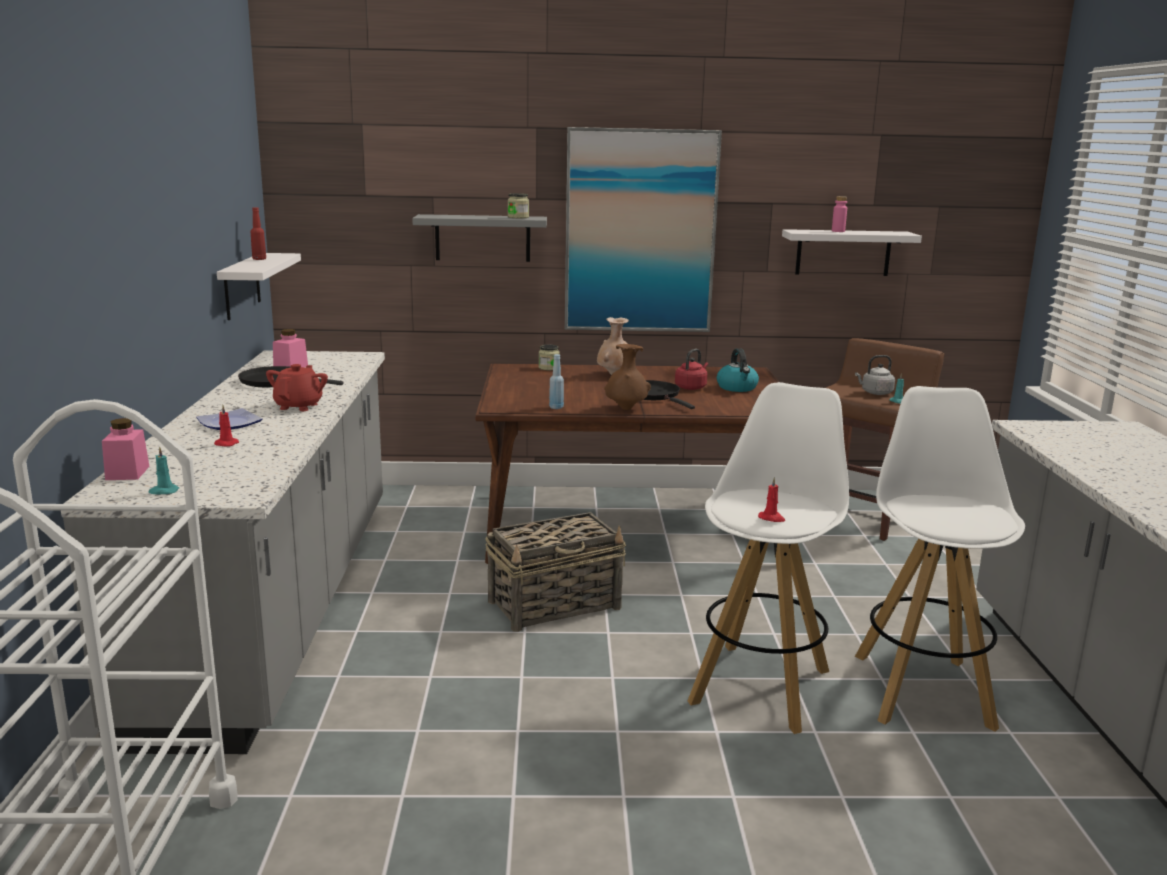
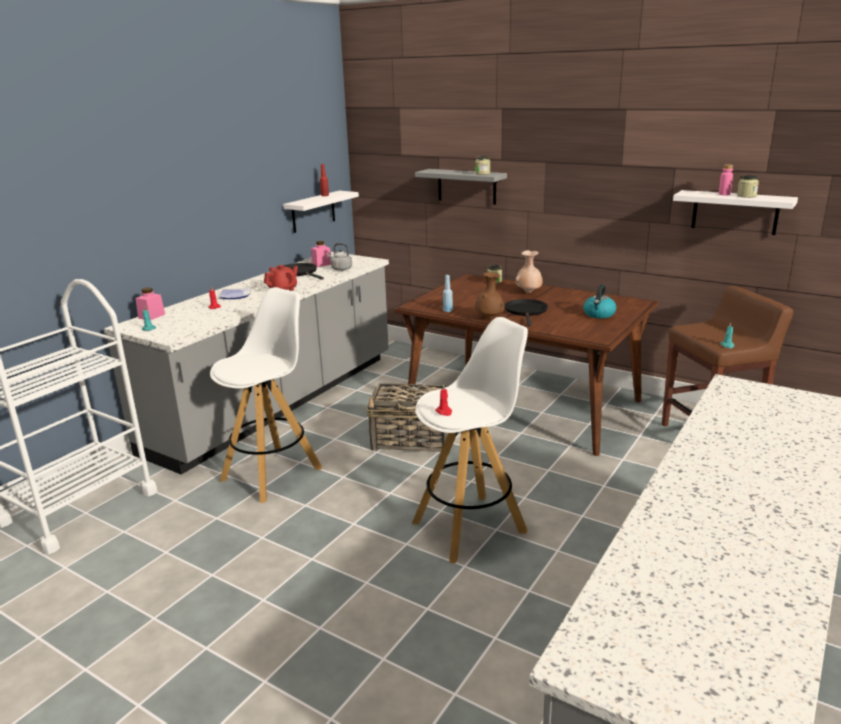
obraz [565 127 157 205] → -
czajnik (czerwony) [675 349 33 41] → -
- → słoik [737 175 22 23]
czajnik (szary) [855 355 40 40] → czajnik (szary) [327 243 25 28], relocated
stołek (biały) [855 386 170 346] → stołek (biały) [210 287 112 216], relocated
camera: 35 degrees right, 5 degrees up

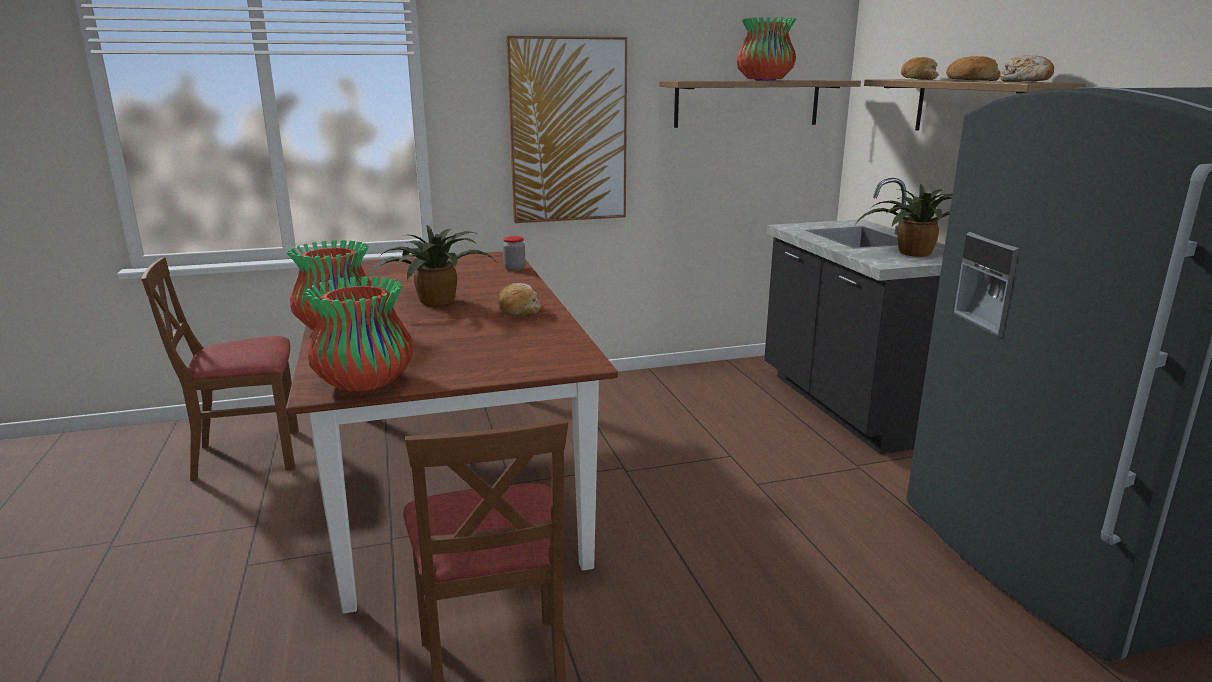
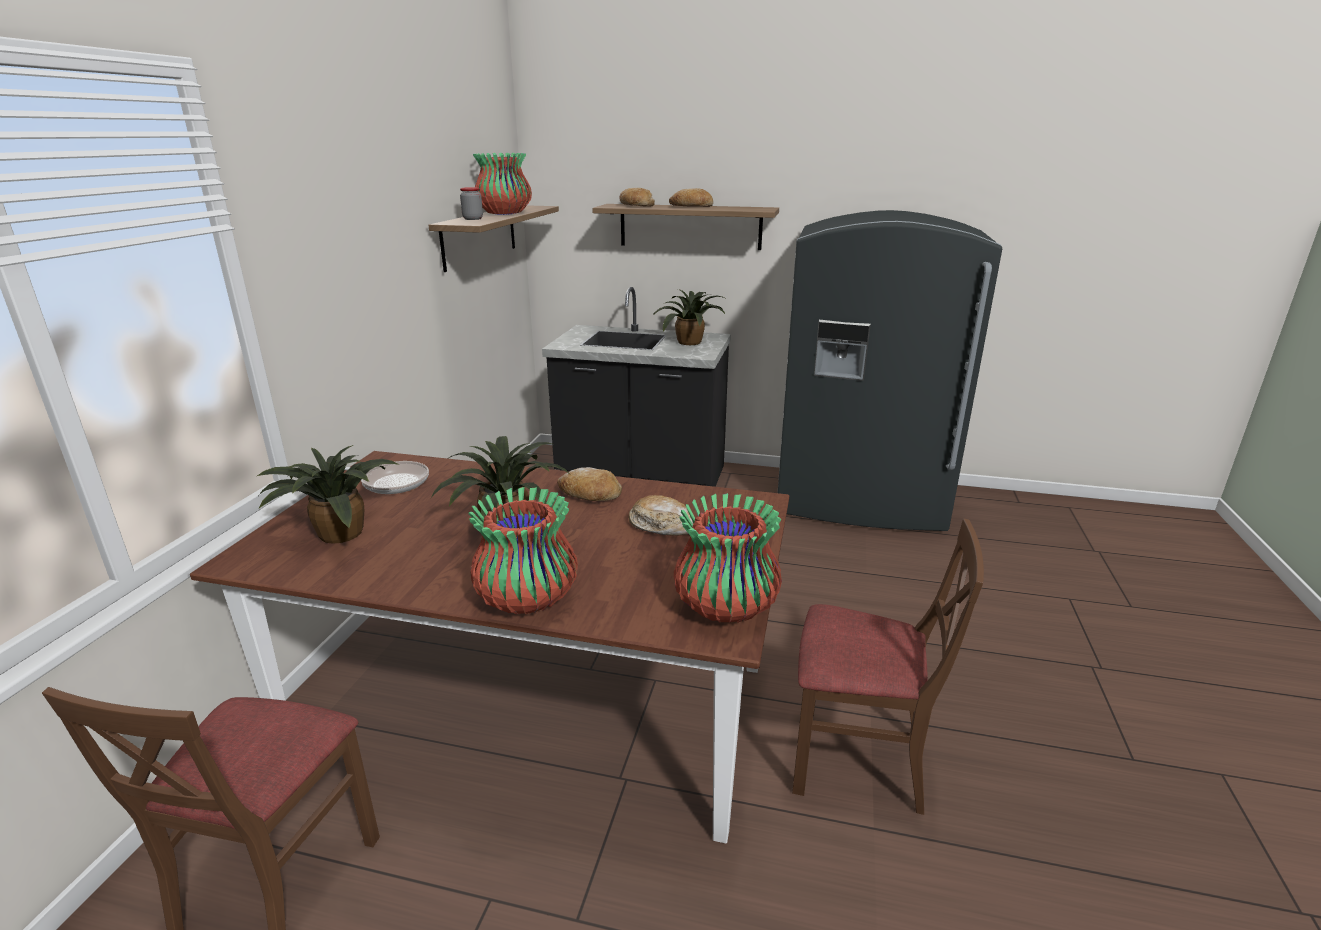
obraz [506 36 121 187] → -
- → roślina doniczkowa [257 445 143 99]
- → patelnia [345 461 84 33]
słoik [503 236 22 35] → słoik [460 187 23 33], relocated
chleb [1000 55 54 27] → chleb [629 495 65 41], relocated
camera: 60 degrees left, 5 degrees up

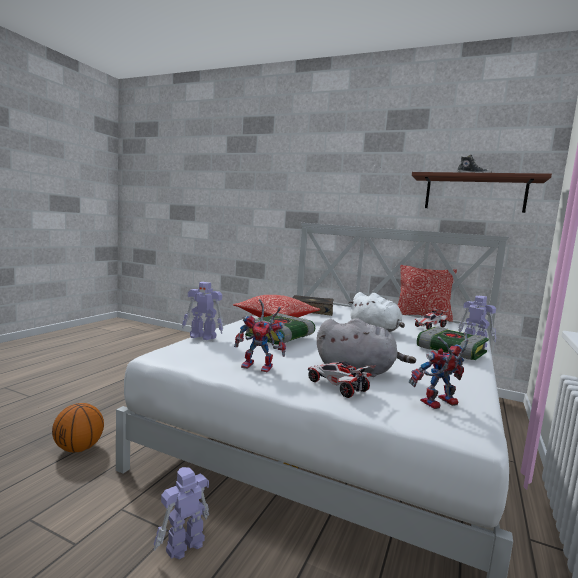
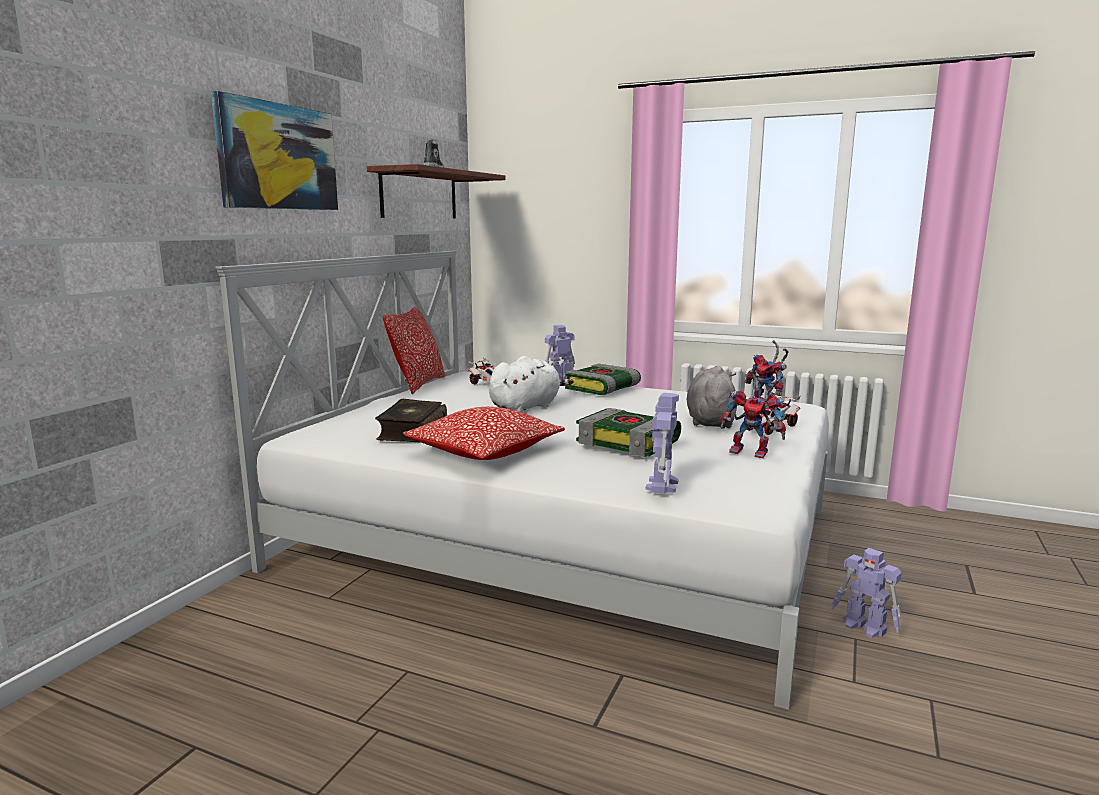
piłka do koszykówki [52 403 52 49] → -
- → obraz [211 91 127 119]
robot zabawkowy [234 299 52 73] → robot zabawkowy [720 370 66 88], 105 degrees clockwise
camera: 90 degrees left, 5 degrees up

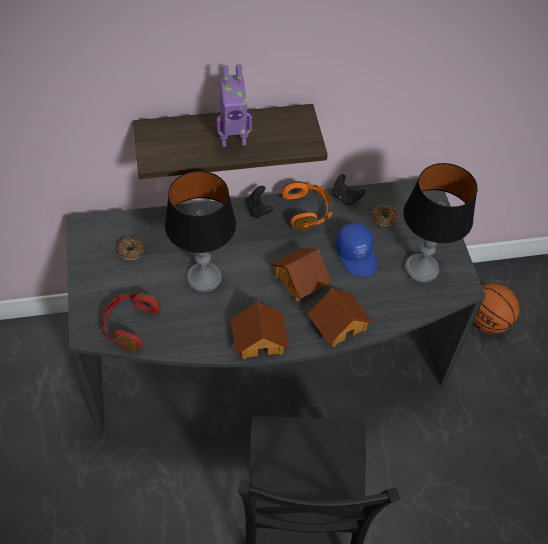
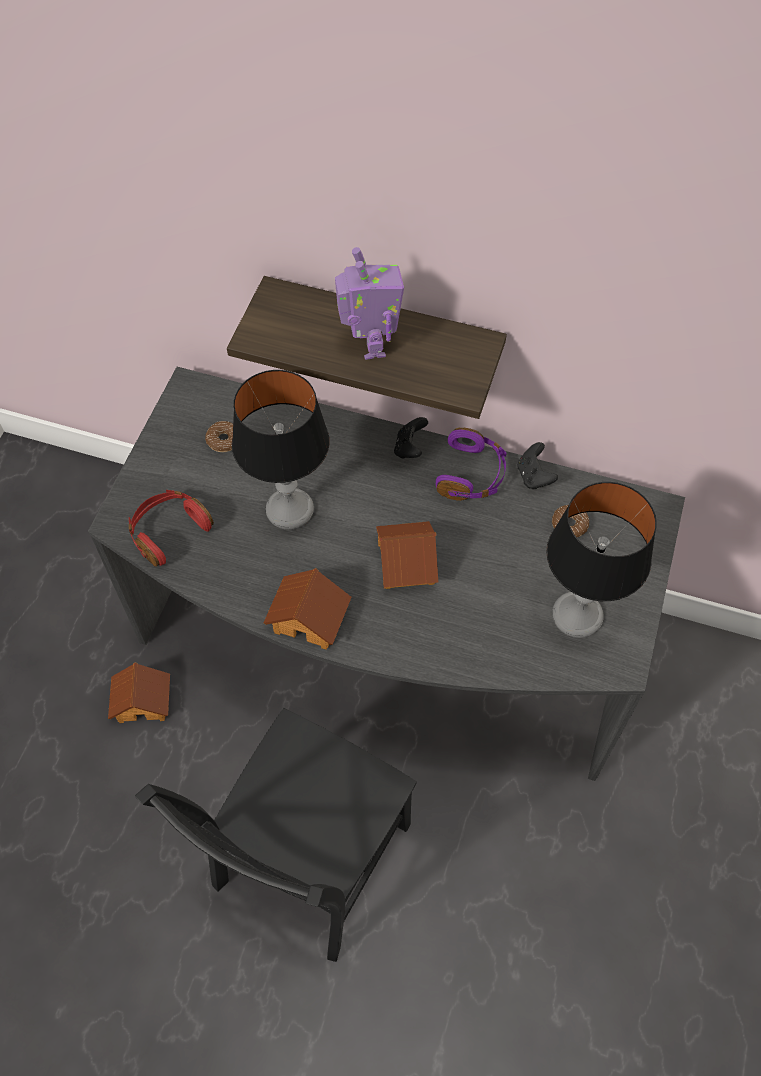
czapka z daszkiem (niebieski) [336 223 42 54] → -
piłka do koszykówki [473 284 47 50] → -
domek [308 288 65 59] → domek [108 663 62 60], relocated
słuchawki (pomarańczowy) [282 181 50 50] → słuchawki (fioletowy) [436 428 71 73]
robot zabawkowy [217 64 35 83] → robot zabawkowy [335 247 69 113], 120 degrees counterclockwise
camera: 30 degrees right, 5 degrees up

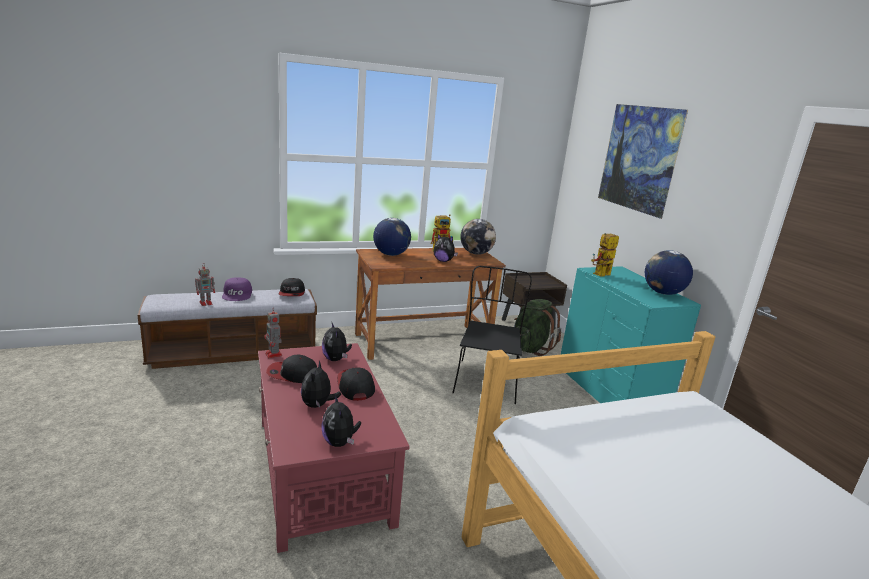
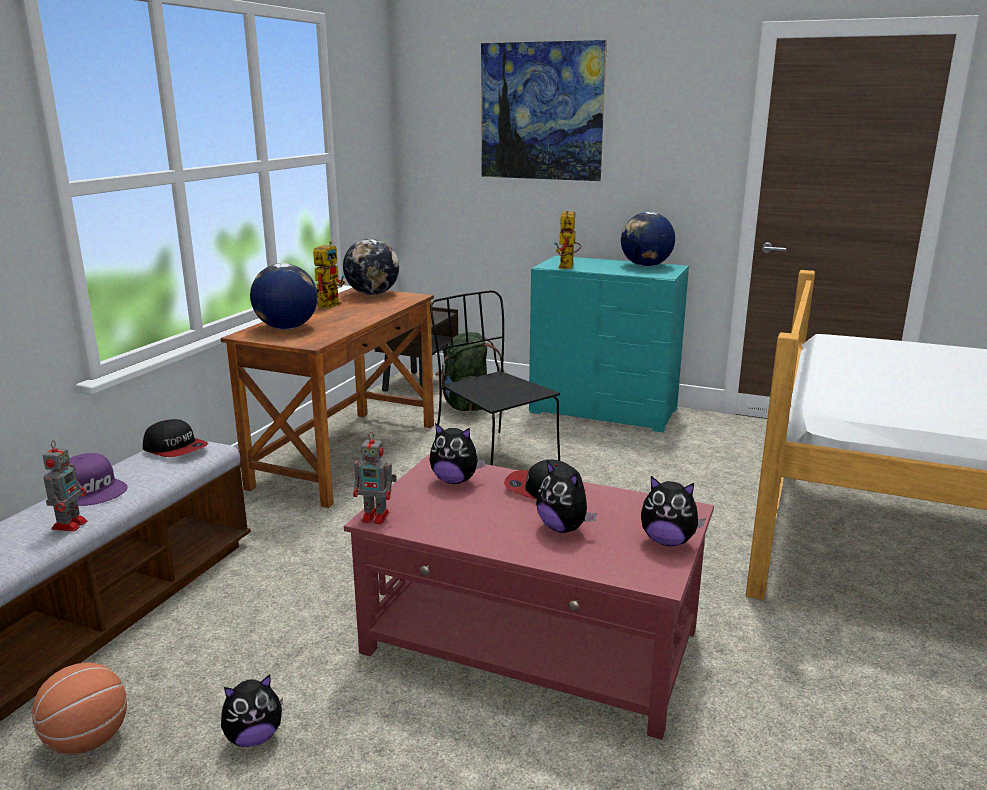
czapka z daszkiem [266 355 51 28] → -
- → piłka do koszykówki [32 663 95 92]
pluszak [433 234 25 28] → pluszak [221 675 62 72], relocated
camera: 45 degrees left, 0 degrees up

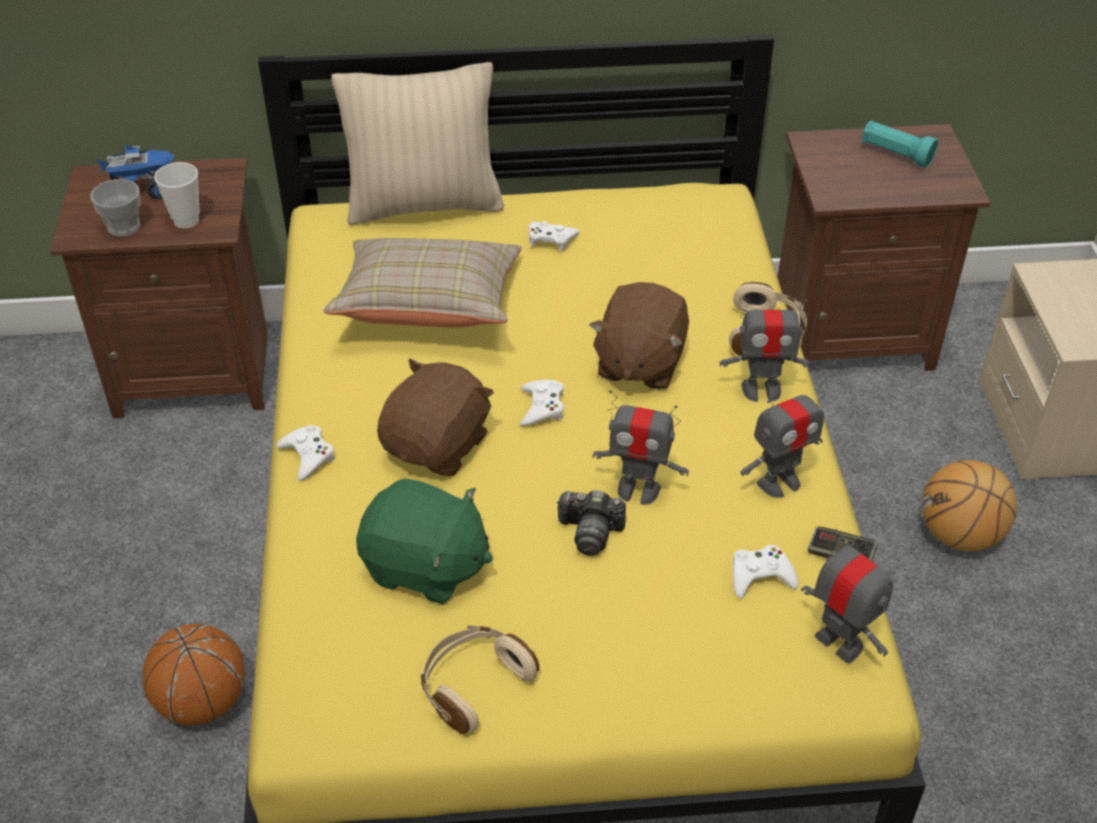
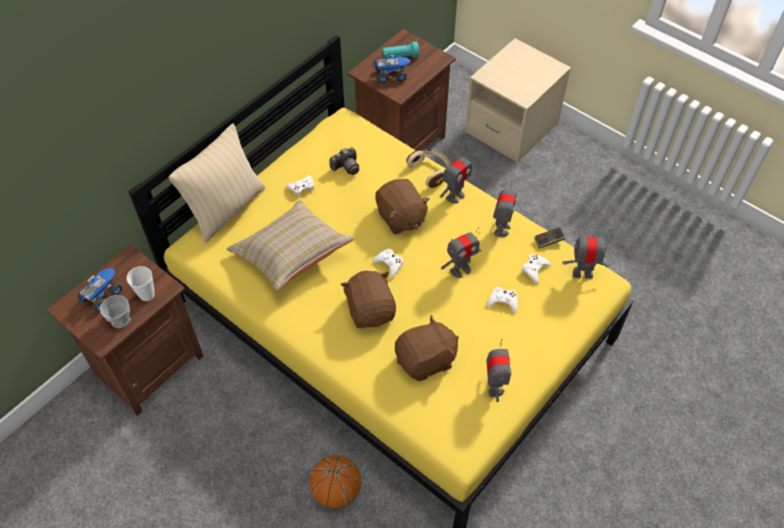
piłka do koszykówki [922 460 95 91] → -
- → ciężarówka zabawkowa [373 55 37 28]
pad do gier (biały) [277 425 58 56] → pad do gier (biały) [487 287 31 26], relocated
aparat fotograficzny [556 490 70 66] → aparat fotograficzny [329 147 30 28], relocated
słuchawki (beżowy) [420 625 119 109] → robot zabawkowy [486 339 25 63]
pluszak (zielony) [356 478 137 126] → pluszak (brązowy) [395 315 64 66]
camera: 45 degrees left, 10 degrees up

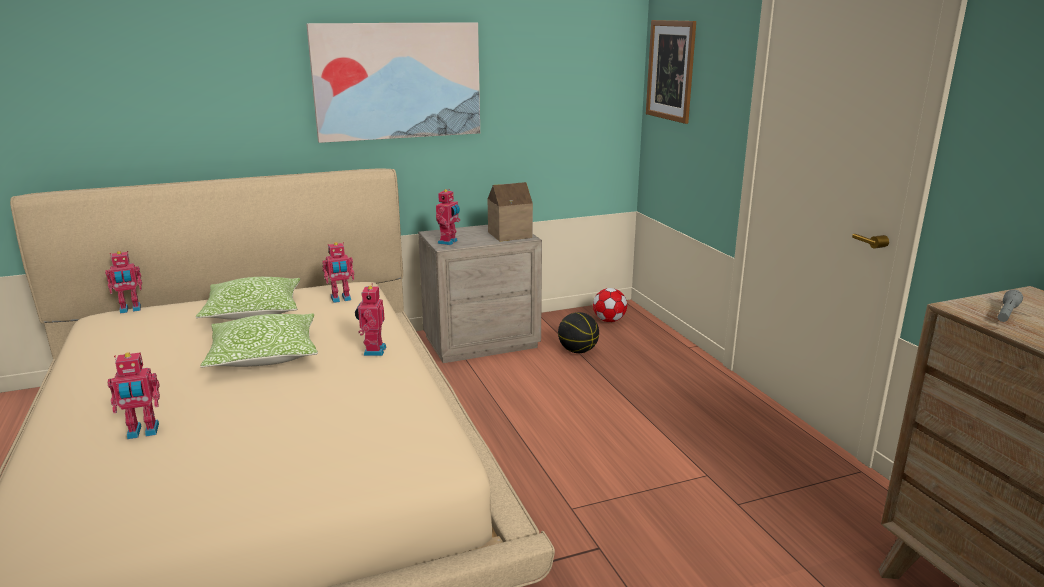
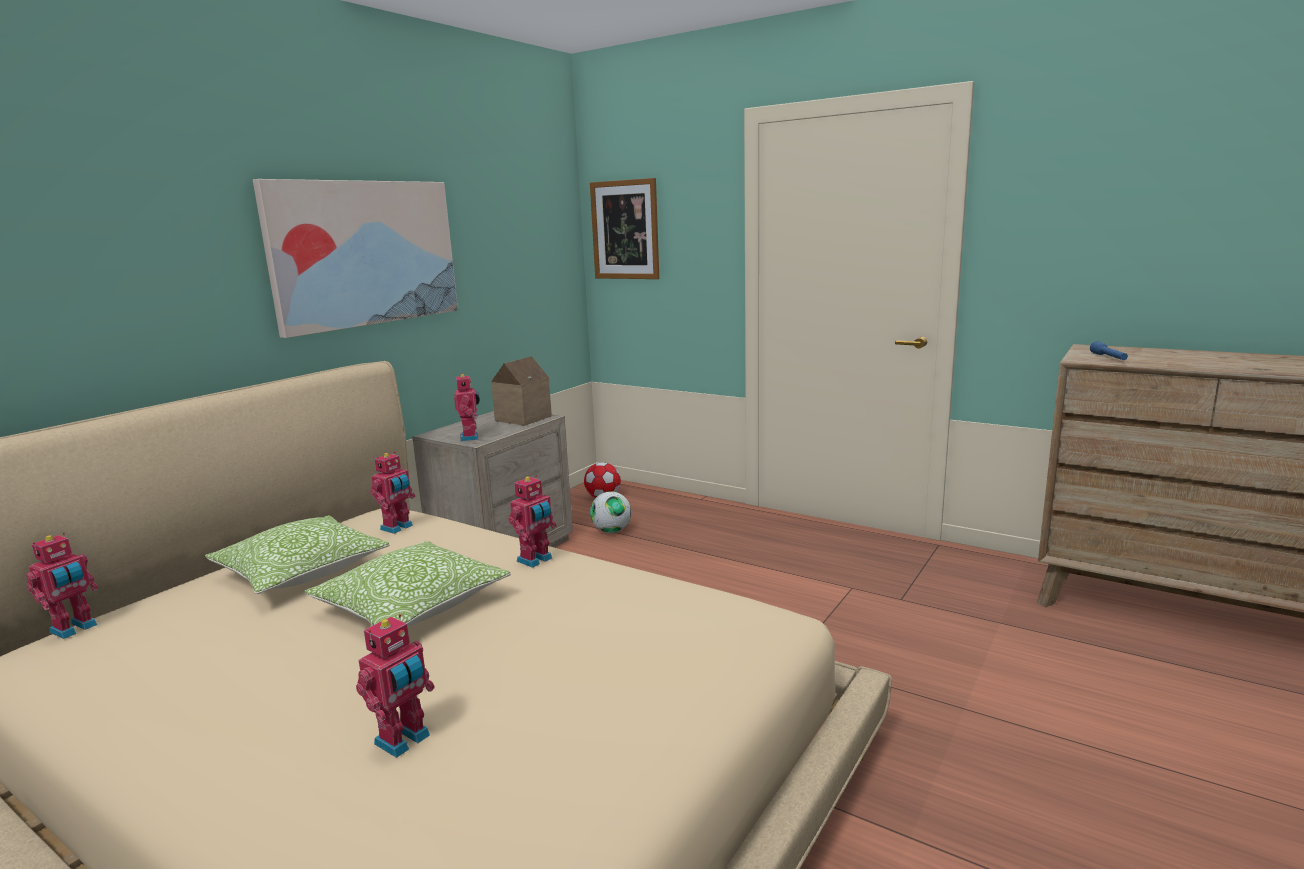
piłka do koszykówki [558 312 41 41] → piłka futbolowa [590 491 41 42]
latarka (szary) [998 289 25 33] → latarka (niebieski) [1090 341 38 19]
robot zabawkowy [355 284 31 72] → robot zabawkowy [509 475 47 93], 105 degrees counterclockwise
camera: 35 degrees left, 5 degrees down

